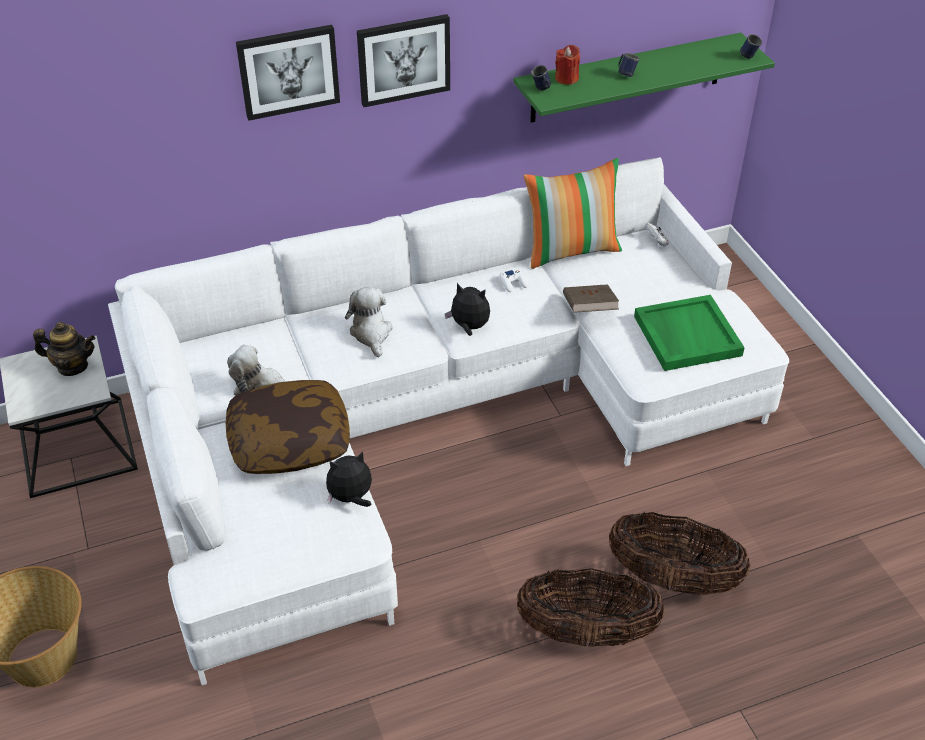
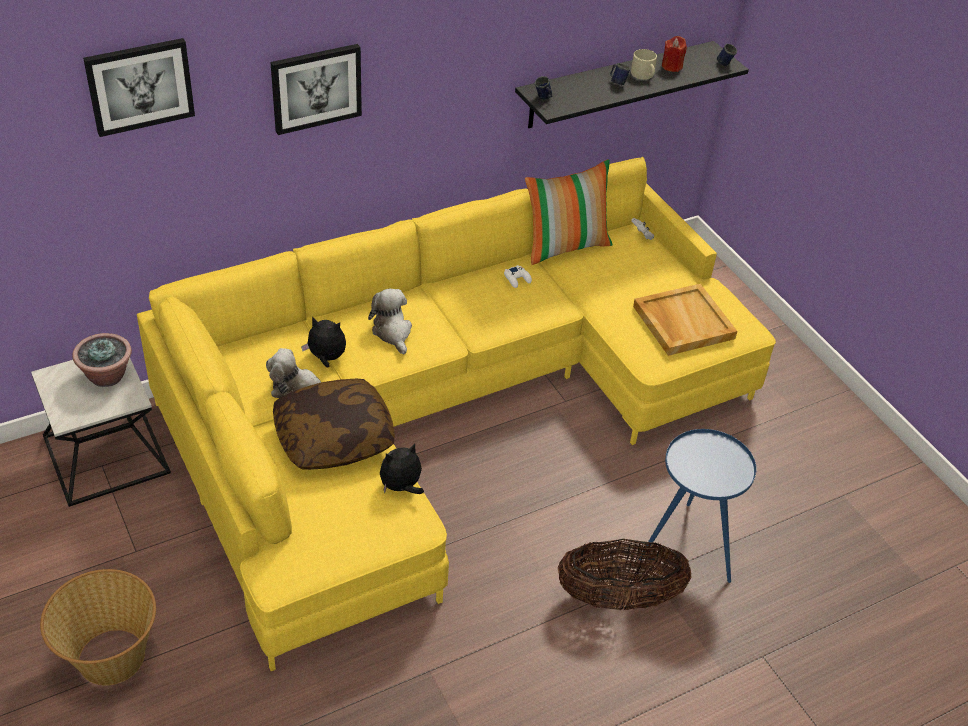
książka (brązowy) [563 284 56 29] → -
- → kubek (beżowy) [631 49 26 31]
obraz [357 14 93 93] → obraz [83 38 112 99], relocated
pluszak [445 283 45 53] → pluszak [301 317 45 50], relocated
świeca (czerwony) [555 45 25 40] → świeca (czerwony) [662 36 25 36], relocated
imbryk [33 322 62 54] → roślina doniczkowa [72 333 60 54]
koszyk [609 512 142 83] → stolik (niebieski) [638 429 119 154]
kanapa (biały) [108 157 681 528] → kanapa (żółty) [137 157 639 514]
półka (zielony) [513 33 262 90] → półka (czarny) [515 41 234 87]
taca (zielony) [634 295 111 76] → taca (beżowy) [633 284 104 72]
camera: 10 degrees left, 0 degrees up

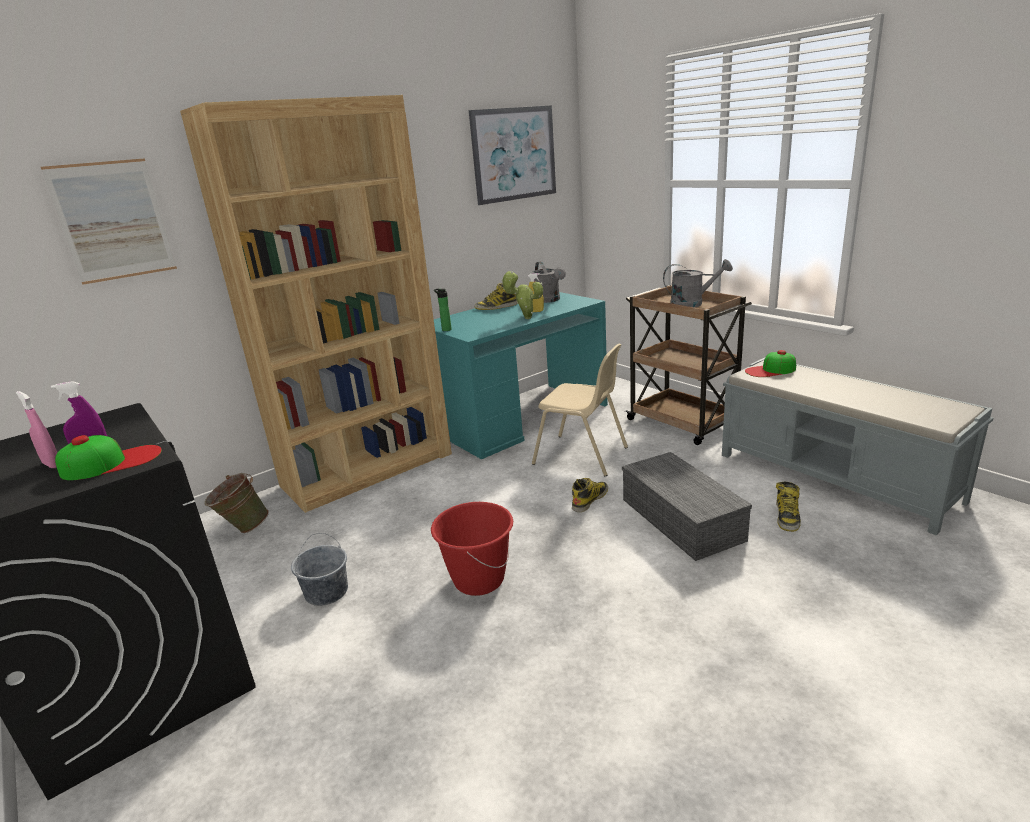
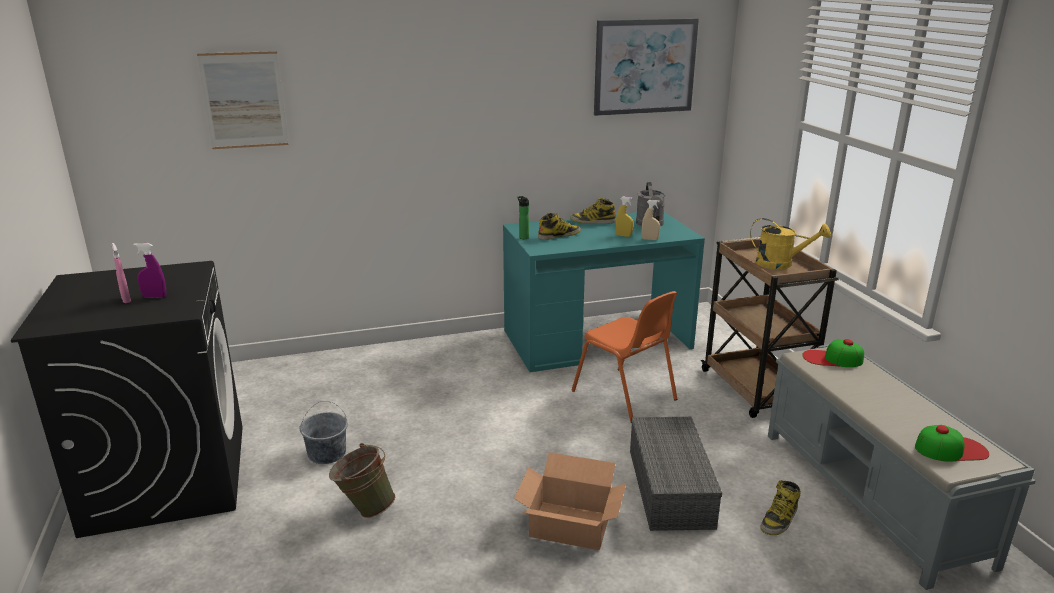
regał (brązowy) [180 95 272 418] → -
wiadro (czerwony) [431 502 82 94] → -
roślina doniczkowa [501 271 42 48] → -
- → karton [514 452 112 98]
- → spryskiwacz (beżowy) [642 200 18 40]
czapka z daszkiem [55 435 107 45] → czapka z daszkiem [915 425 74 37], relocated
wiadro (zielony) [205 473 64 60] → wiadro (zielony) [329 443 66 75], relocated
but z cholewką [572 478 36 34] → but z cholewką [538 213 43 27], relocated
krzesło (beżowy) [532 344 96 132] → krzesło (pomarańczowy) [571 291 106 131]
konewka (szary) [663 259 70 49] → konewka (żółty) [750 218 81 51]
camera: 20 degrees right, 0 degrees up

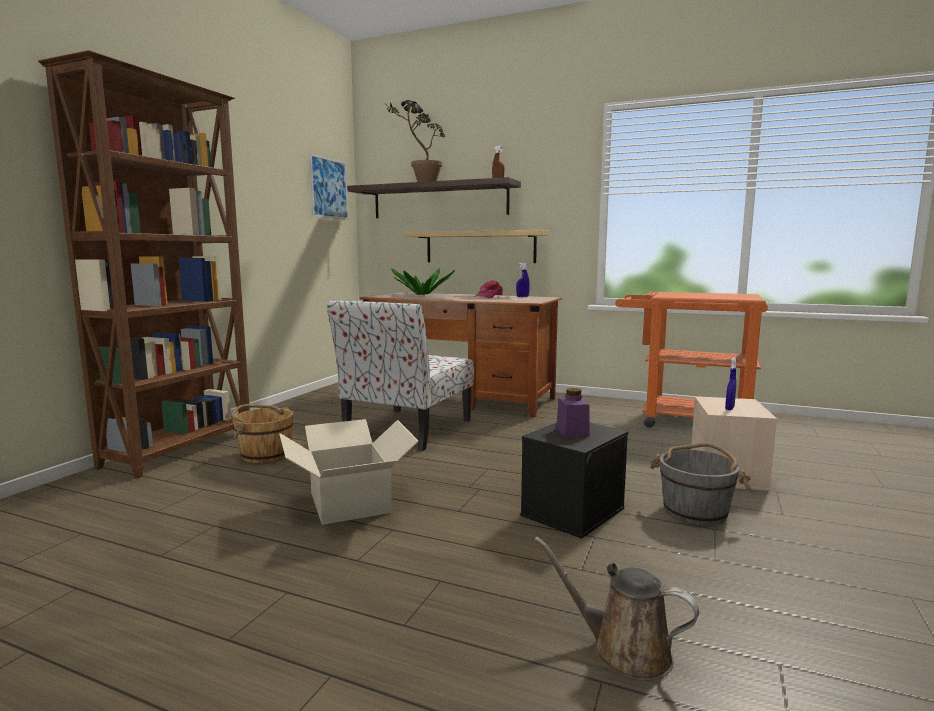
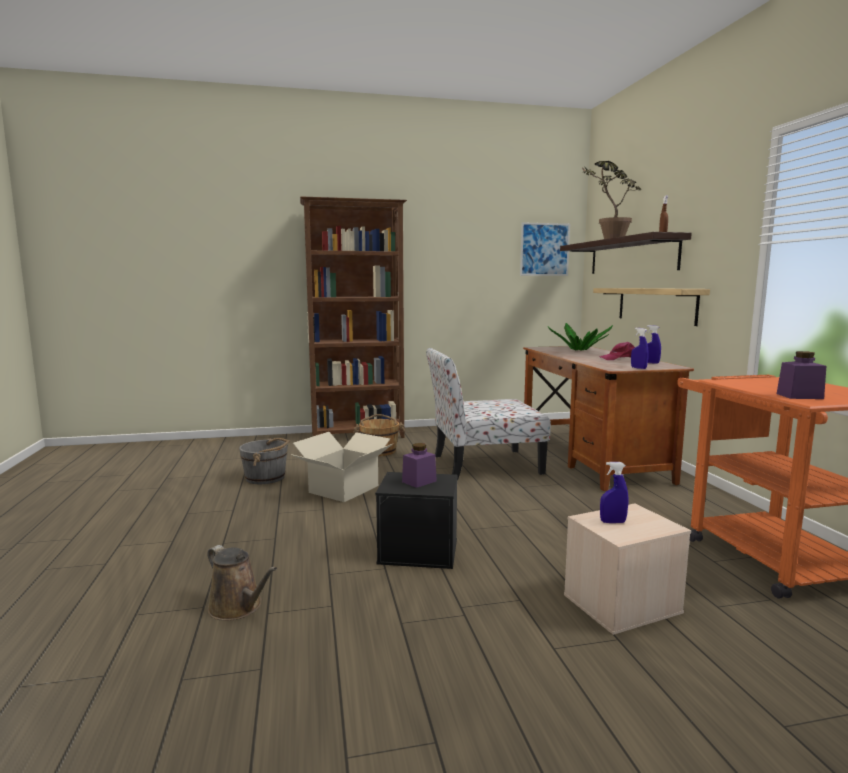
- → spryskiwacz (niebieski) [631 328 18 41]
- → słoik (fioletowy) [777 351 49 48]
wiadro (szary) [650 443 101 83] → wiadro (szary) [239 438 51 46], relocated
konewka (brązowy) [534 537 165 144] → konewka (brązowy) [208 545 69 76], 135 degrees clockwise
camera: 55 degrees right, 0 degrees up

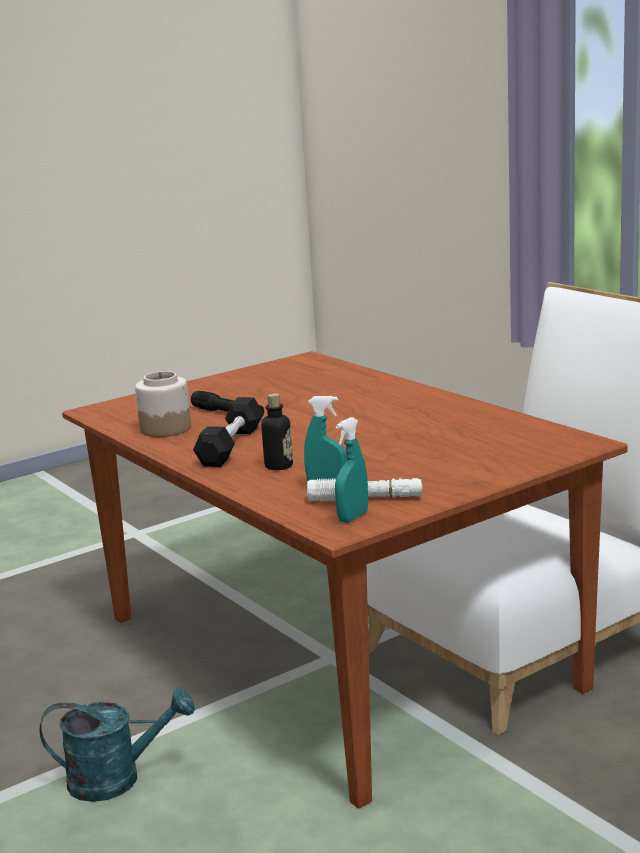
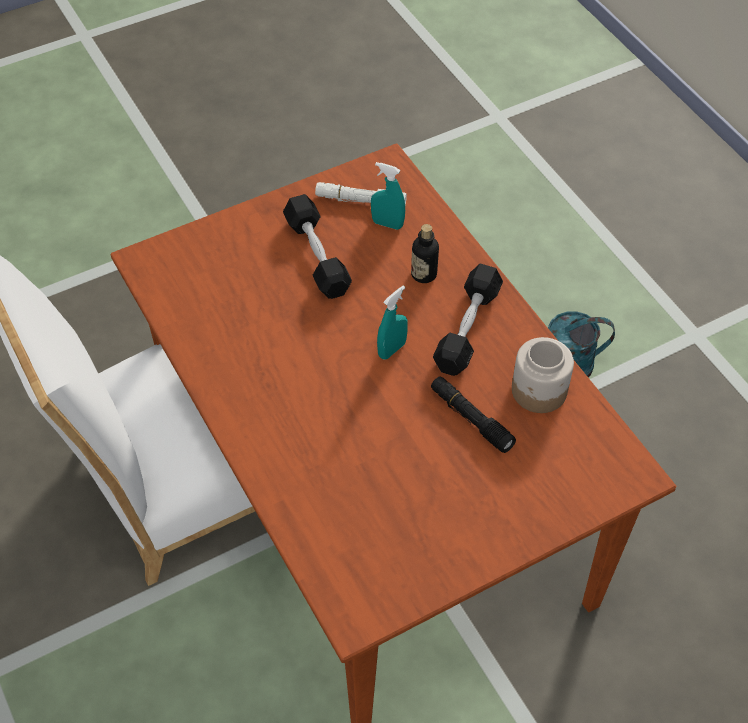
- → hantel (czarny) [283 194 69 105]
spryskiwacz (turkusowy) [335 417 33 106] → spryskiwacz (turkusowy) [377 285 31 74], relocated
camera: 175 degrees left, 35 degrees up

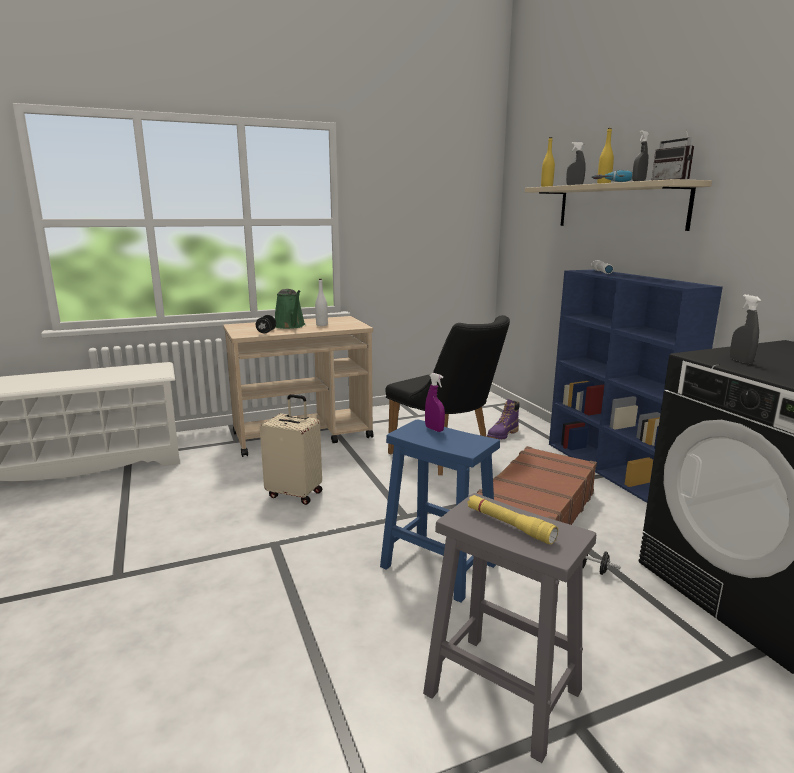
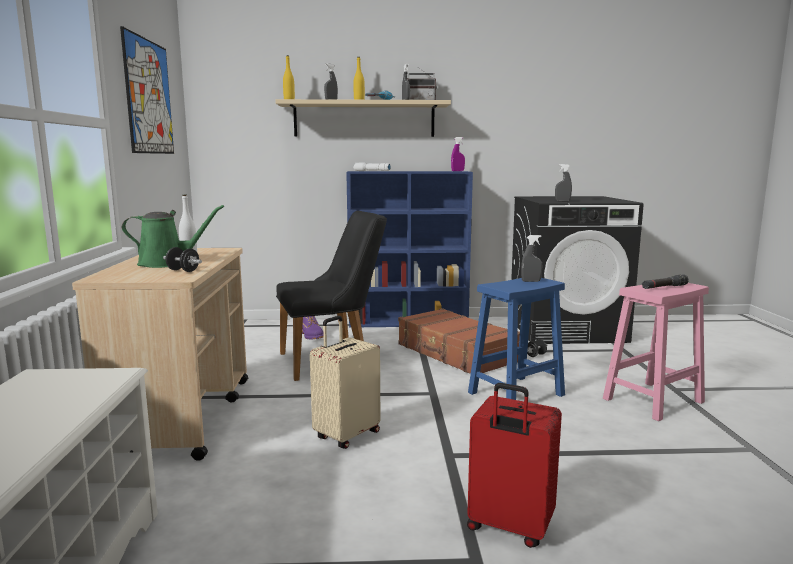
- → obraz [120 26 54 128]
- → walizka (czerwony) [467 383 95 165]
- → spryskiwacz (szary) [521 235 21 47]
spryskiwacz (fioletowy) [425 373 20 59] → spryskiwacz (fioletowy) [451 137 14 34], relocated
stołek (szary) [423 493 173 270] → stołek (różowy) [603 283 106 138]
latarka (żółty) [468 495 90 50] → latarka (czarny) [642 274 47 15]
camera: 70 degrees left, 5 degrees down

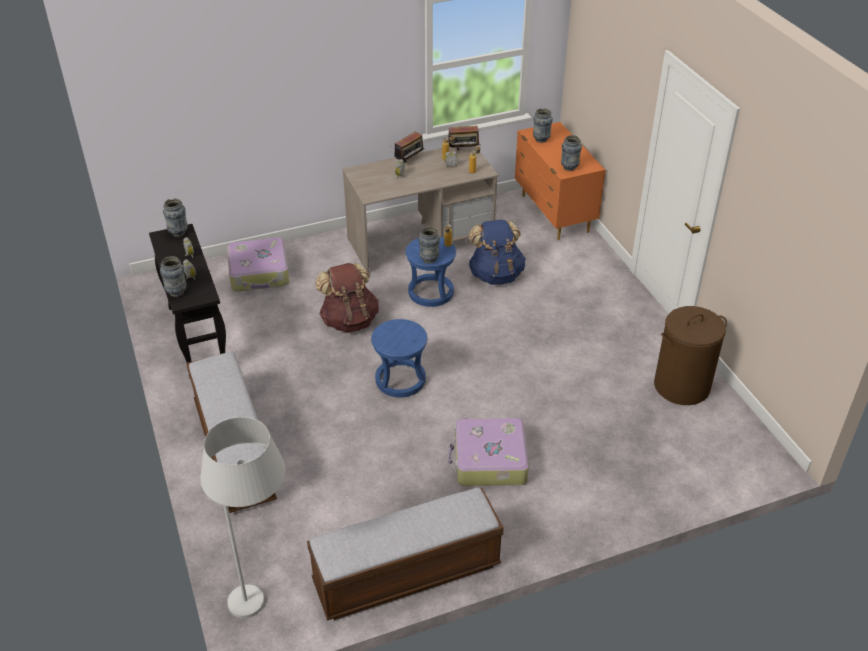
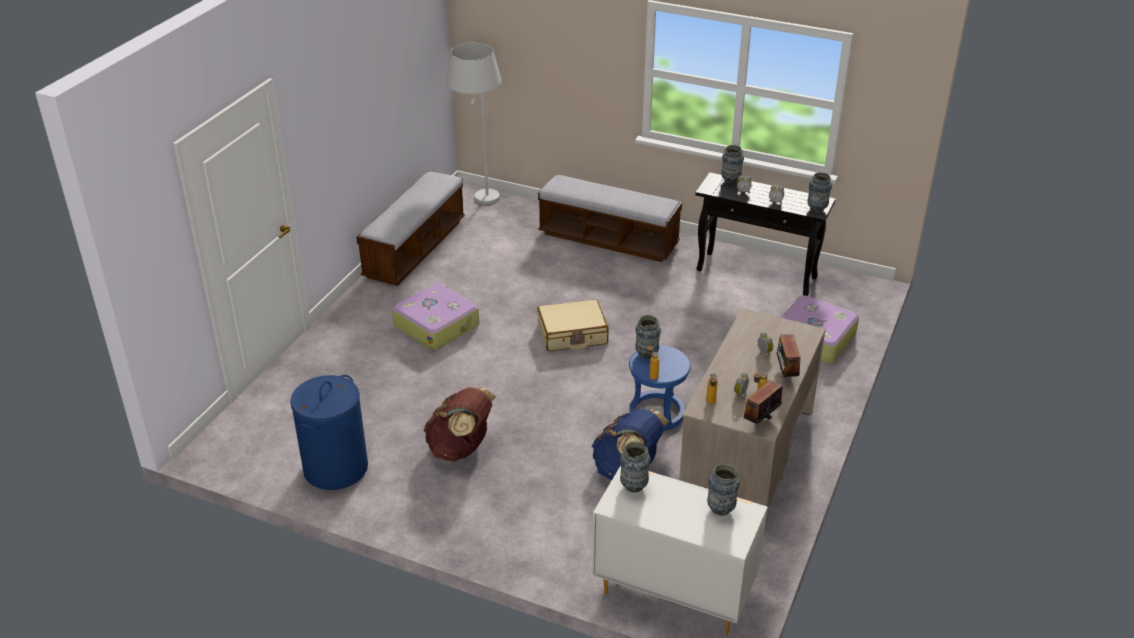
plecak (brązowy) [315 263 64 70] → plecak (brązowy) [423 387 73 74], relocated
stołek (niebieski) [371 319 56 78] → walizka (beżowy) [537 299 71 52]
komoda (pomarańczowy) [515 122 90 118] → komoda (biały) [592 466 176 169]
kosz na pranie (brązowy) [654 306 73 99] → kosz na pranie (niebieski) [290 375 78 115]
camera: 135 degrees right, 5 degrees down

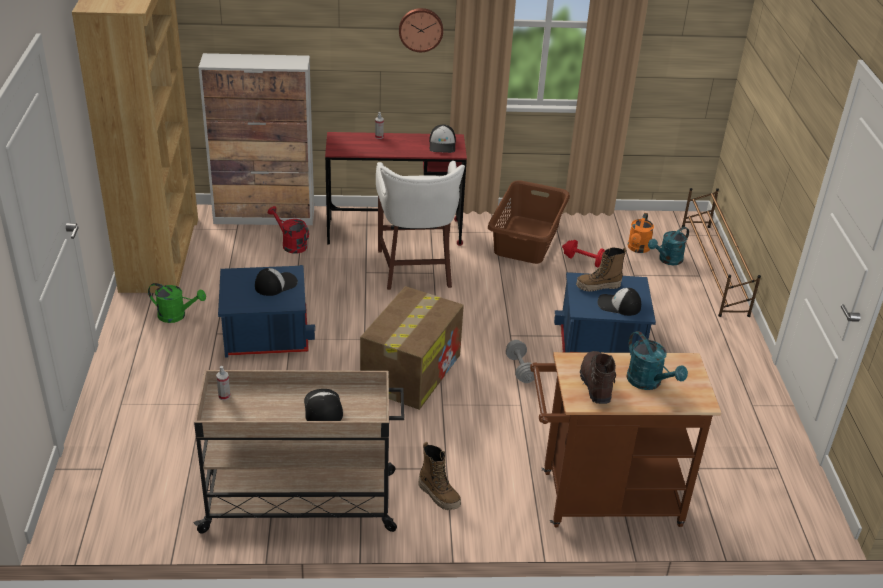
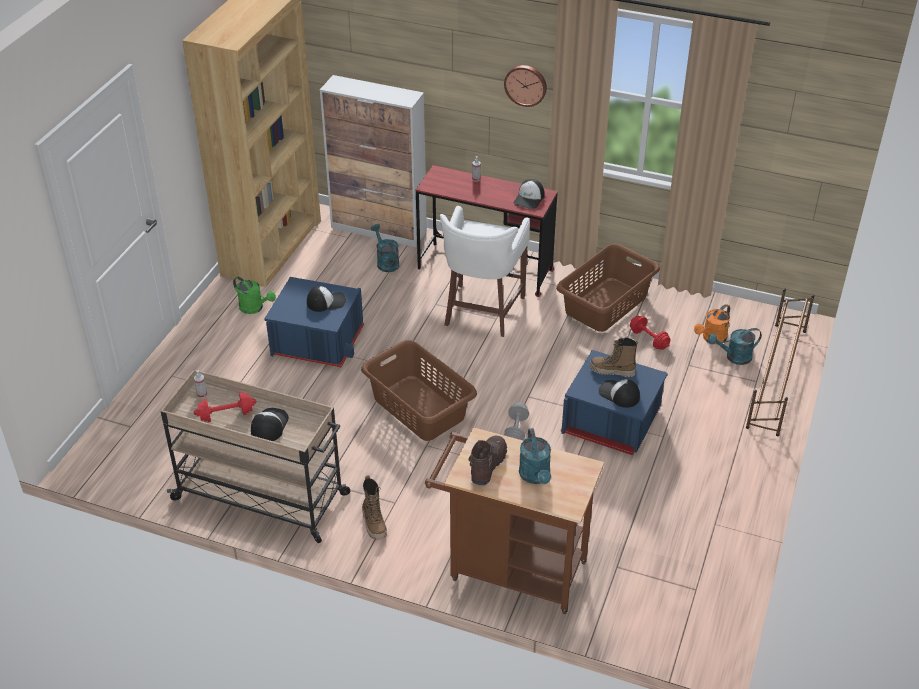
- → hantel (czerwony) [194 392 62 30]
karton [360 286 104 124] → kosz na pranie (brązowy) [361 340 116 101]
konewka (czerwony) [268 206 41 47] → konewka (turkusowy) [371 224 28 48]
camera: 25 degrees right, 5 degrees up

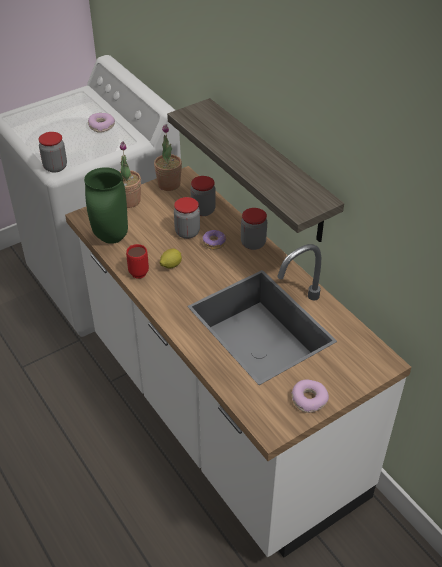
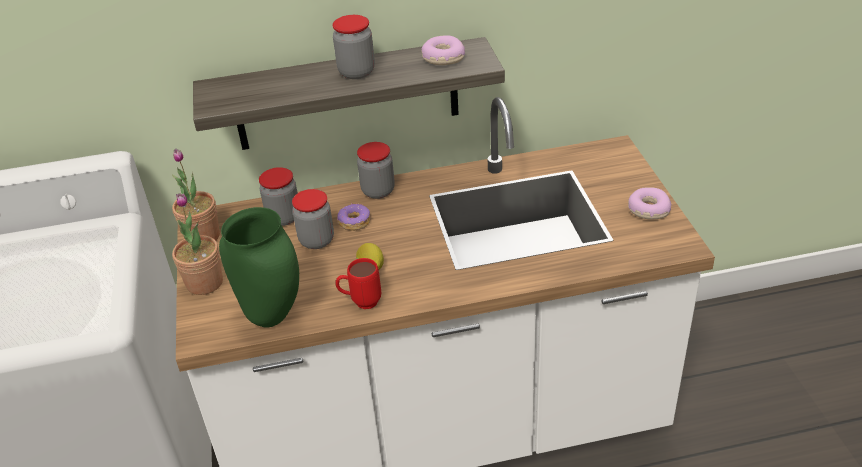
słoik [38 132 29 41] → słoik [332 15 43 64], relocated
donut [88 113 27 20] → donut [422 35 43 30], relocated
camera: 65 degrees left, 5 degrees down

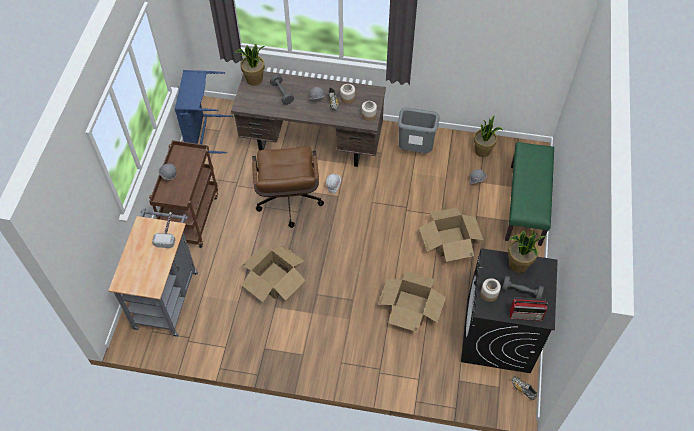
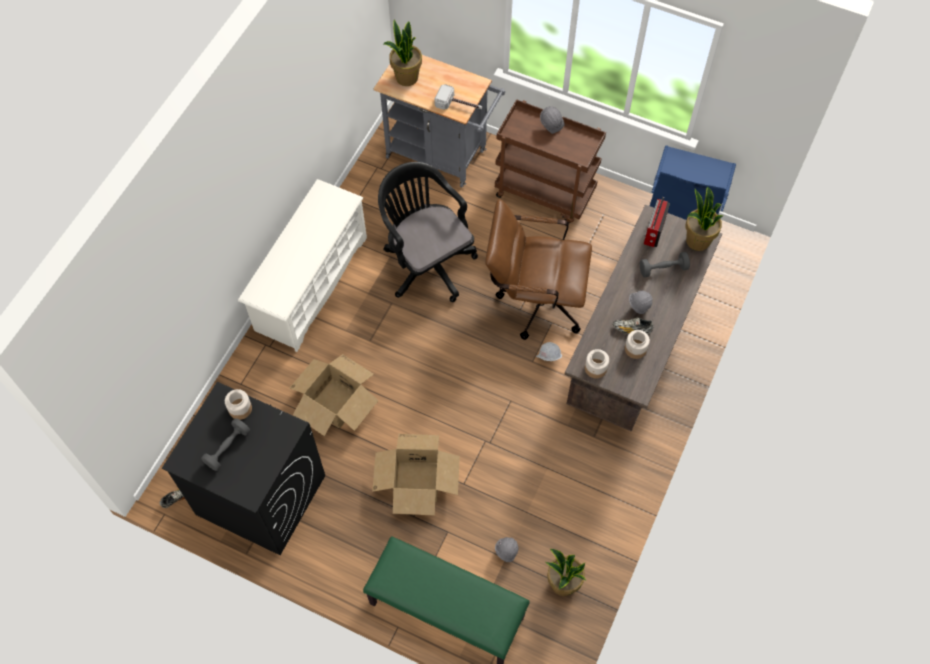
kosz na śmieci (szary) [398 108 42 45] → -
- → regał na buty (biały) [238 179 129 173]
roślina doniczkowa [508 230 39 43] → roślina doniczkowa [384 19 38 67], relocated
radio [510 297 38 24] → radio [644 197 26 50], relocated
karton [241 245 65 57] → krzesło biurowe (czarny) [378 162 100 140]
camera: 105 degrees right, 5 degrees up

